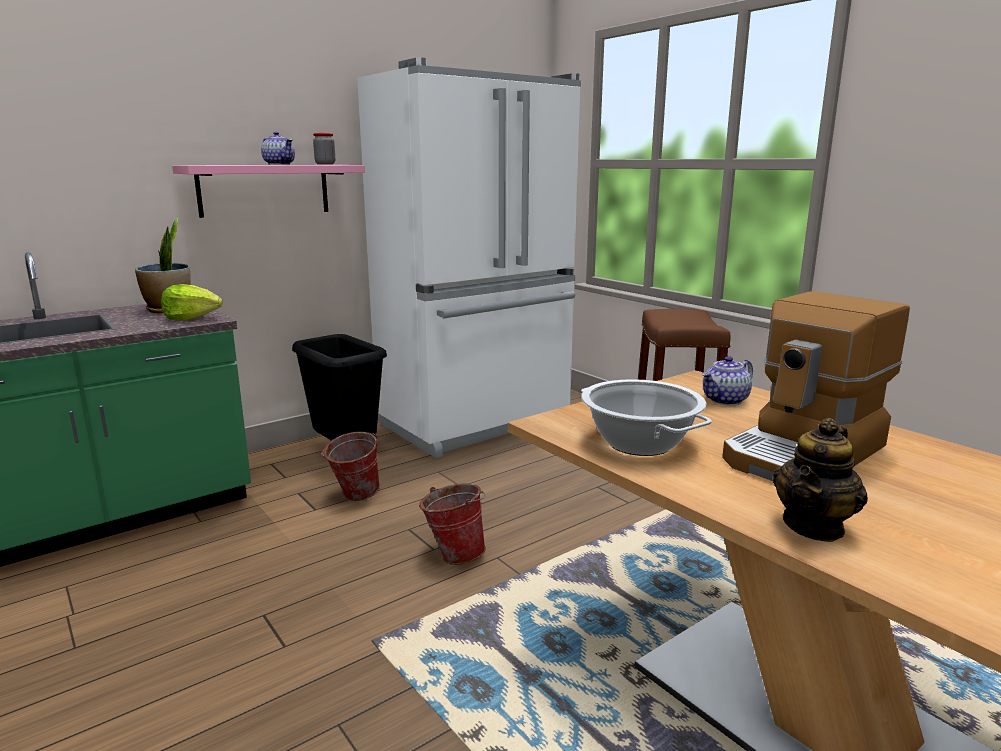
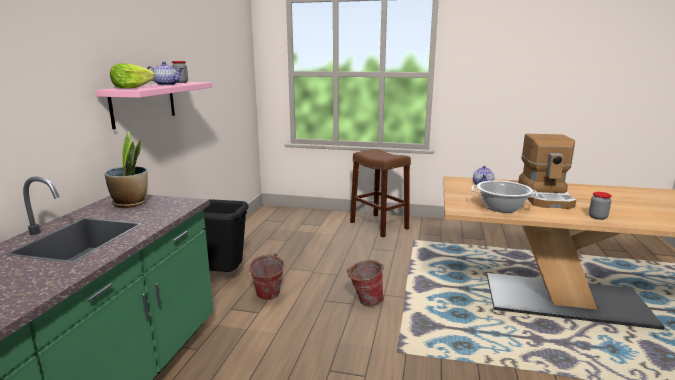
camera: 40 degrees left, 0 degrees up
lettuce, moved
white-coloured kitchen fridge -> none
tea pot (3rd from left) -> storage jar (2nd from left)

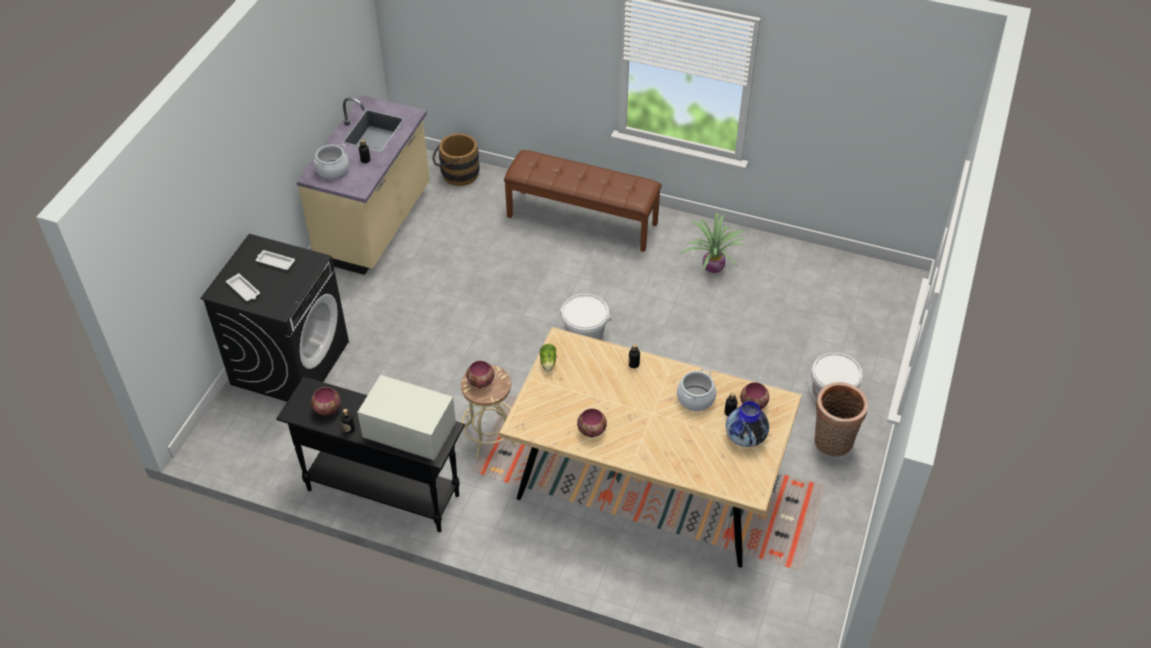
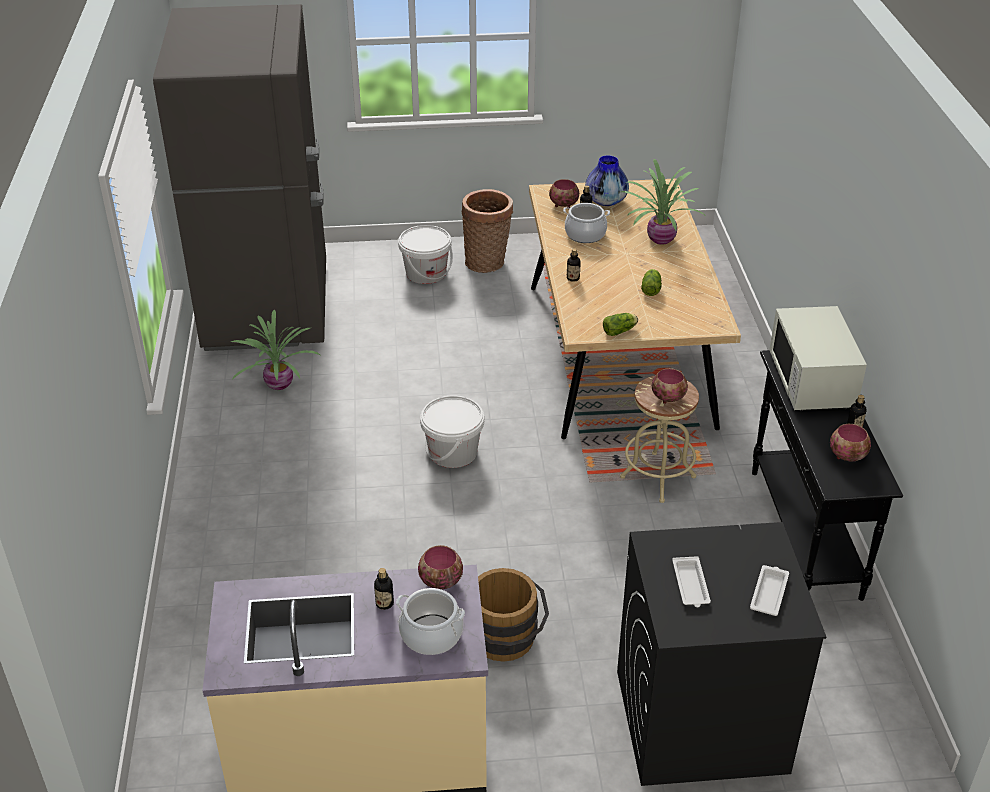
camera: 115 degrees left, 10 degrees down
brown-coloured bucket, moved
brown-coloured bench -> none
serving bowl (3rd from left in the first image) -> serving bowl (1st from left), moved
none -> gray kitchen fridge
none -> plant in a pot (2nd from left)
none -> lettuce (2nd from left)

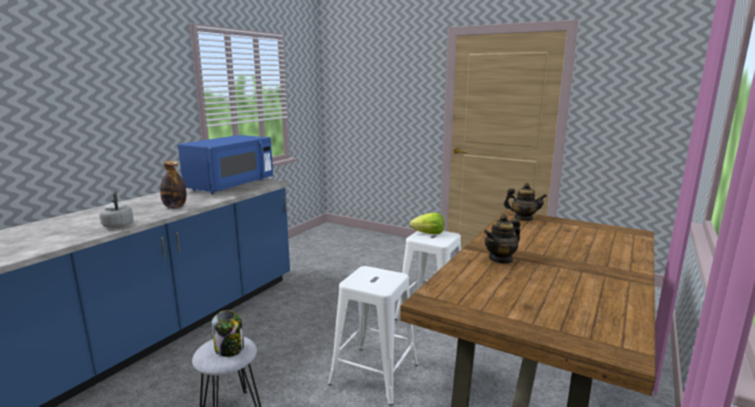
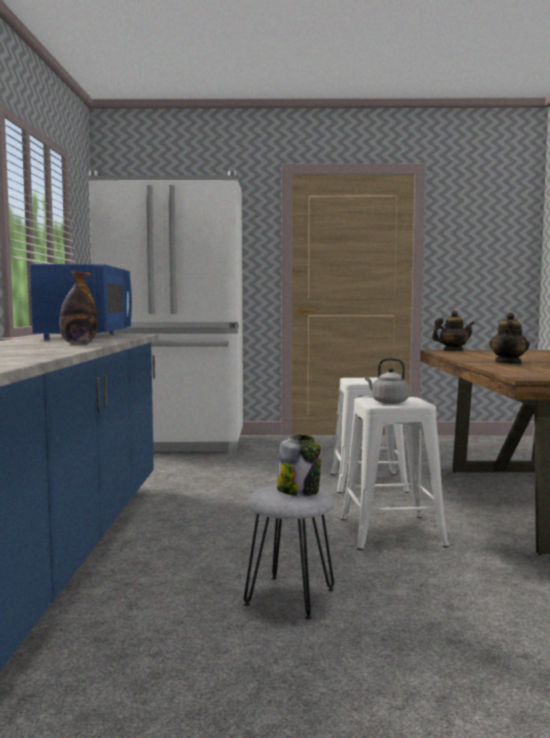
camera: 30 degrees left, 10 degrees down
gray kettle, moved
lettuce -> none
none -> white-coloured kitchen fridge

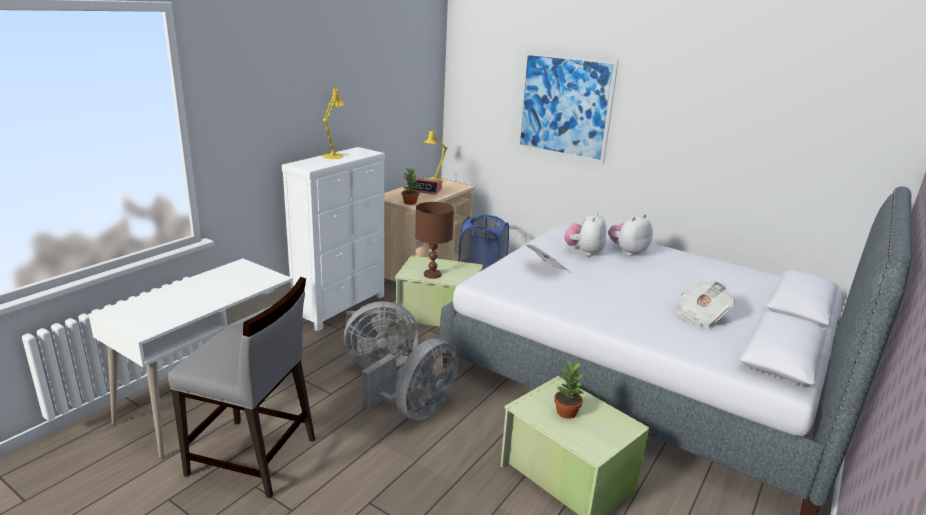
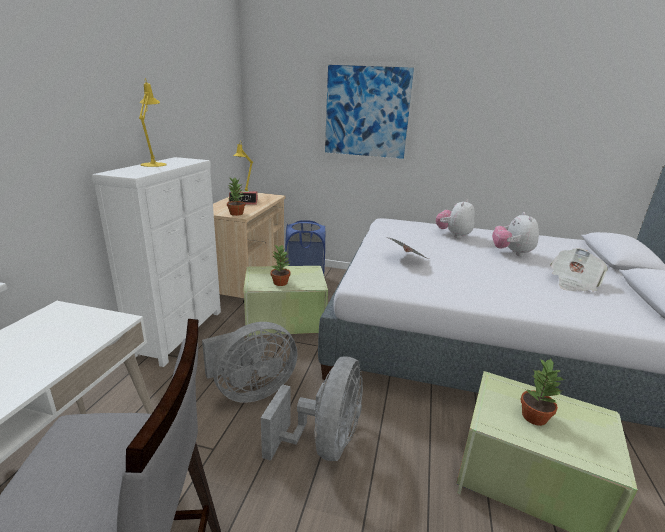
camera: 20 degrees left, 0 degrees up
brown-coloured lamp for a table -> plant in a pot (2nd from left)
soft toy (1st from left in the first image) -> soft toy (2nd from left), moved

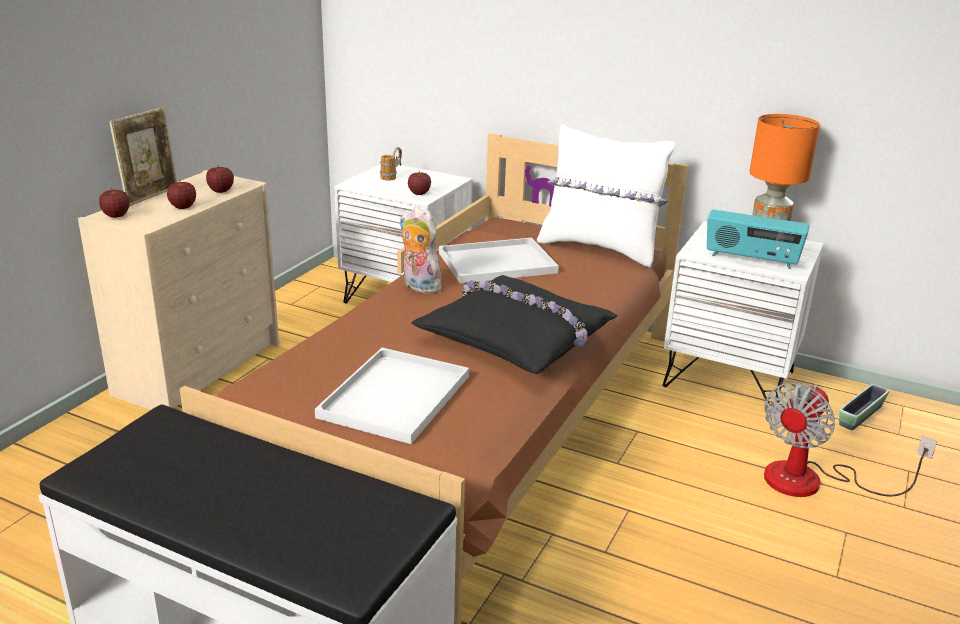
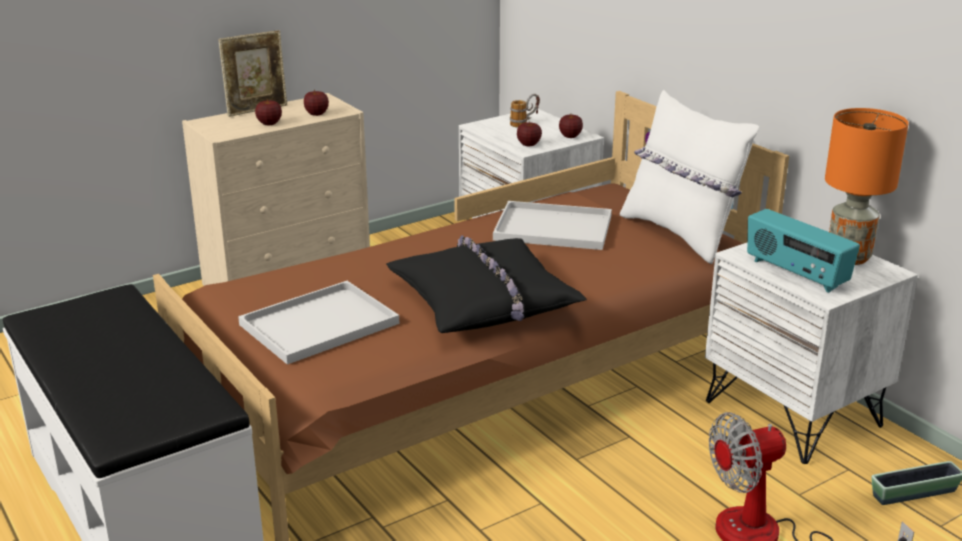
camera: 30 degrees right, 0 degrees up
apple fruit (1st from left in the first image) -> apple fruit (4th from left), moved
soft toy -> none

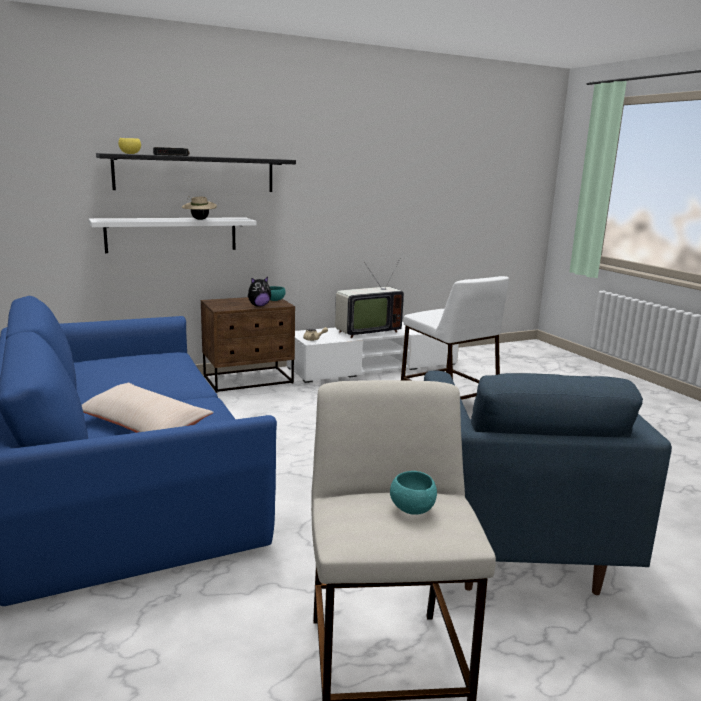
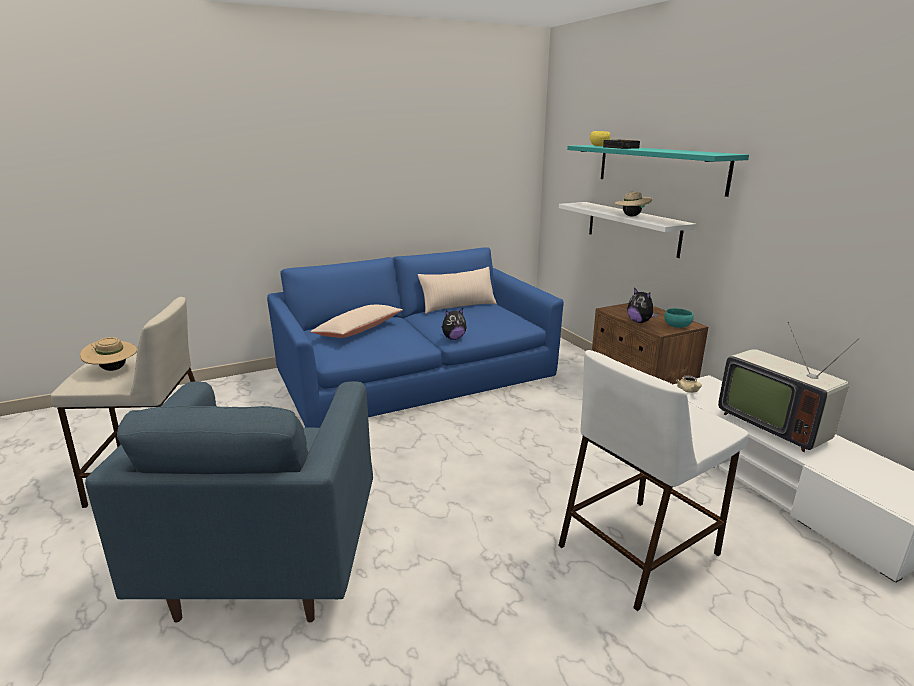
camera: 90 degrees right, 5 degrees up
black-coloured wall shelf -> blue-green wall shelf
blue-green serving bowl (2nd from left) -> sand-coloured clothing hat (1st from left)
bluish armchair, 90 degrees counterclockwise
none -> sand-coloured throw pillow (2nd from left)
none -> soft toy (1st from left)

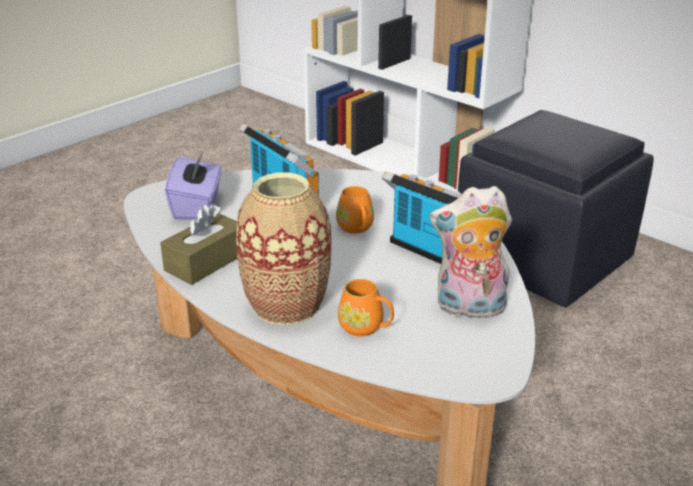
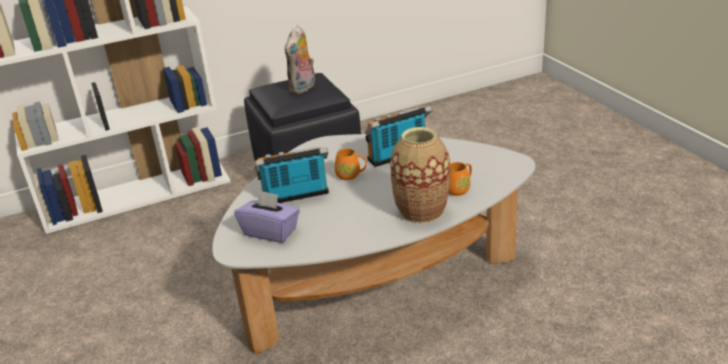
camera: 65 degrees left, 0 degrees up
brown-coloured tissue holder -> none
soft toy, moved

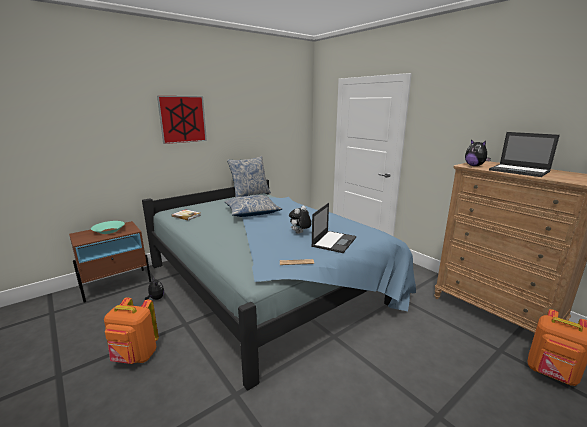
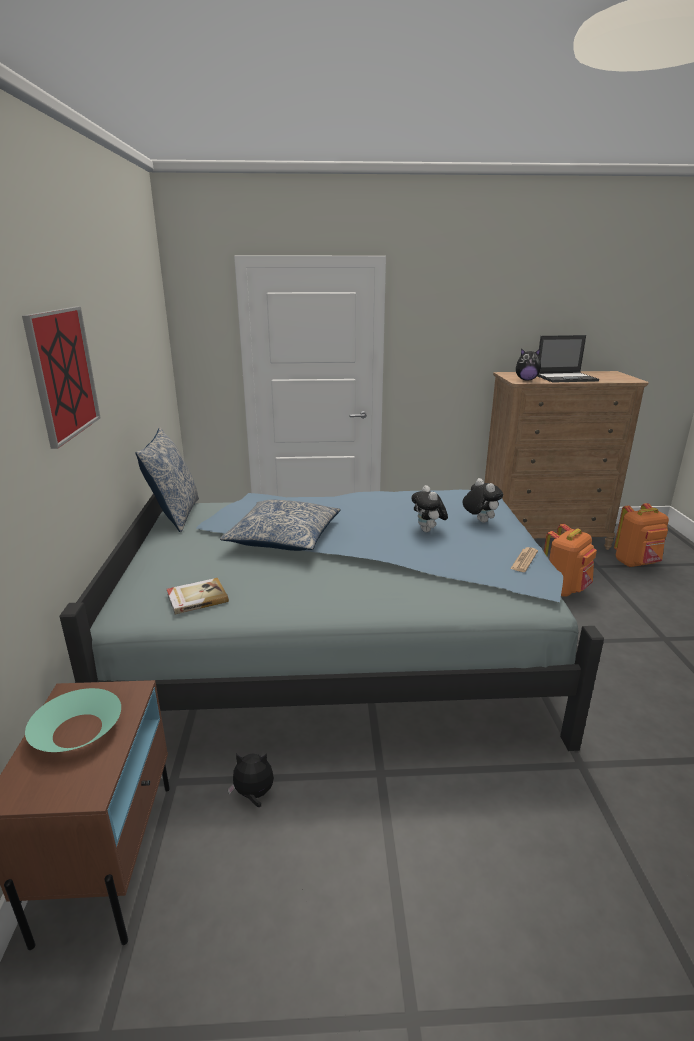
camera: 55 degrees left, 5 degrees up
orange-coloured rucksack (1st from left), moved
notebook computer (1st from left) -> soft toy (3rd from left)

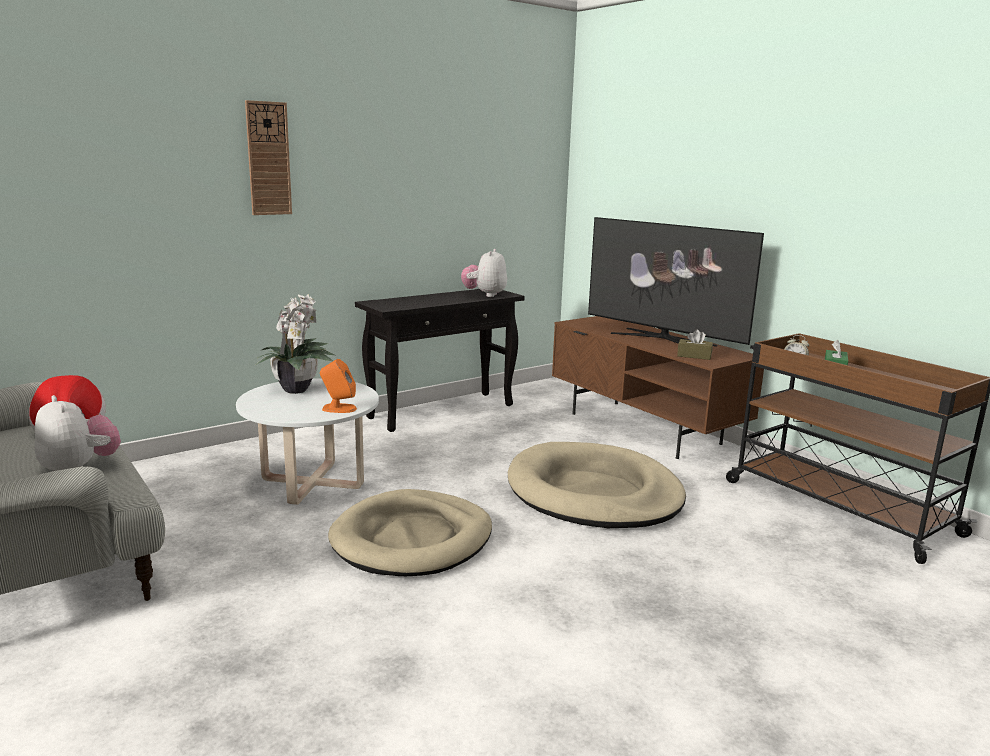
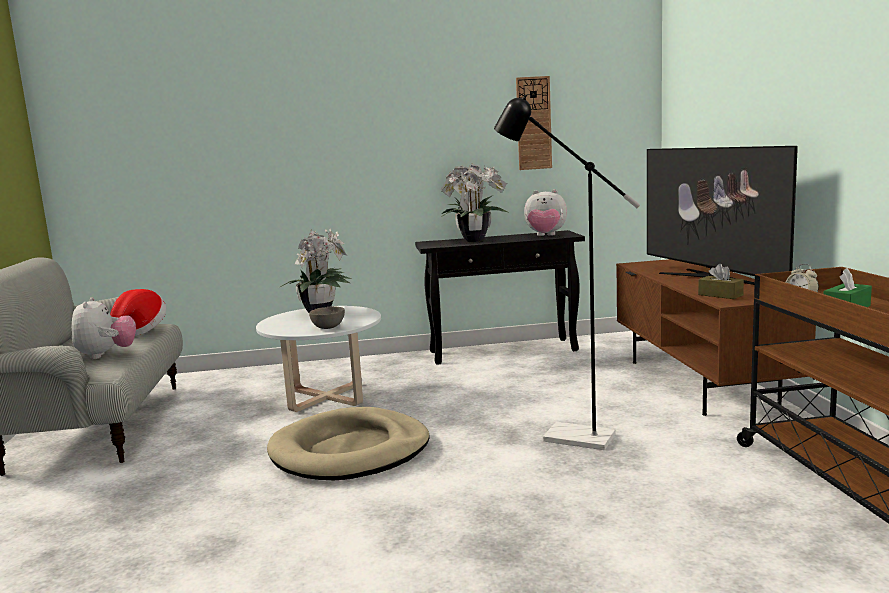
camera: 30 degrees right, 5 degrees down
hanging clock, moved
orange-coloured loudspeaker -> gray serving bowl
soft toy (2nd from left), 120 degrees counterclockwise
sand-coloured dog bed (2nd from left) -> black-coloured standard lamp
none -> plant in a pot (2nd from left)

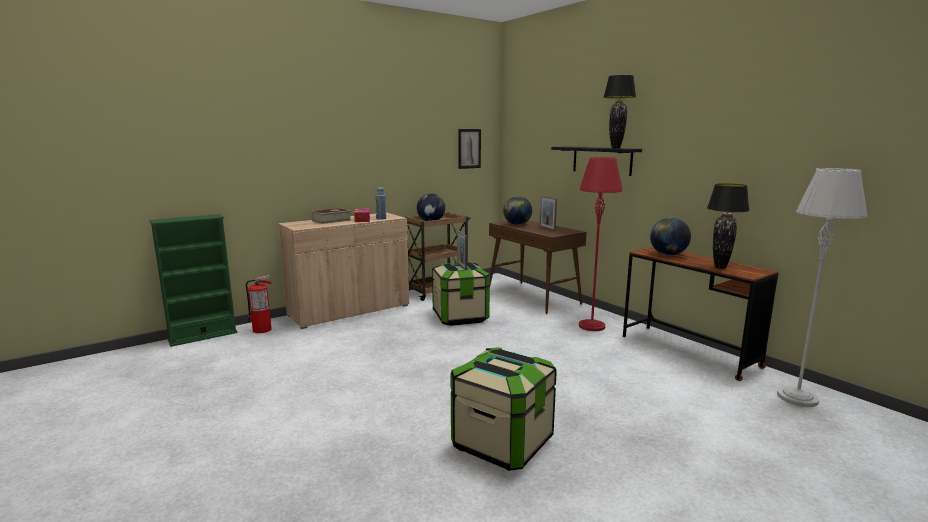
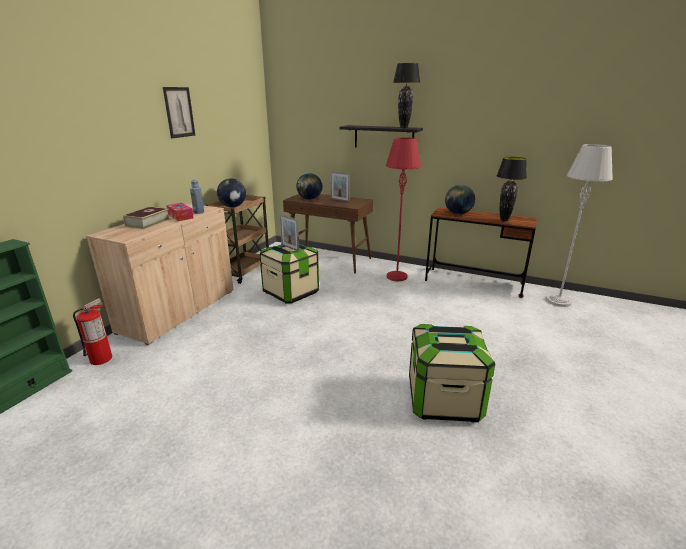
camera: 30 degrees left, 10 degrees up
picture, moved

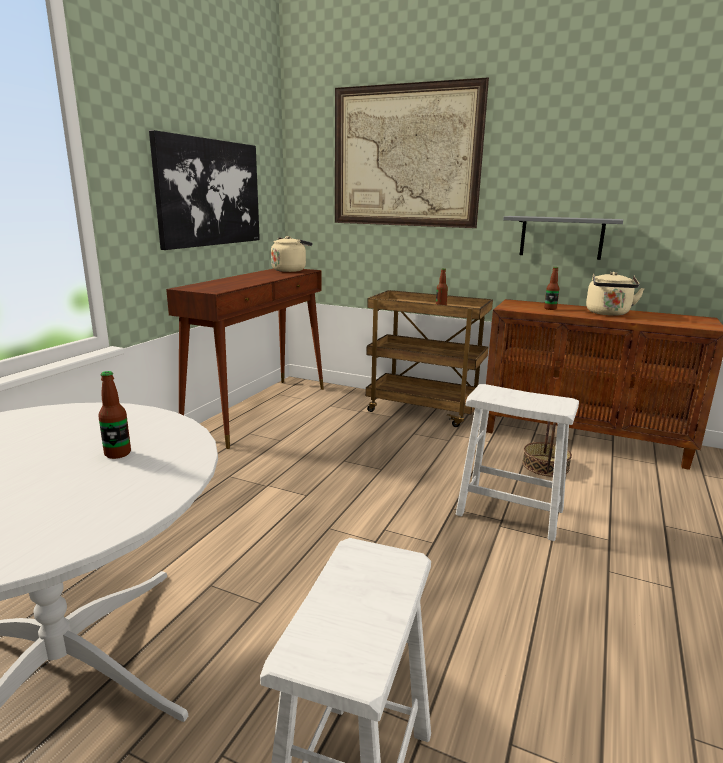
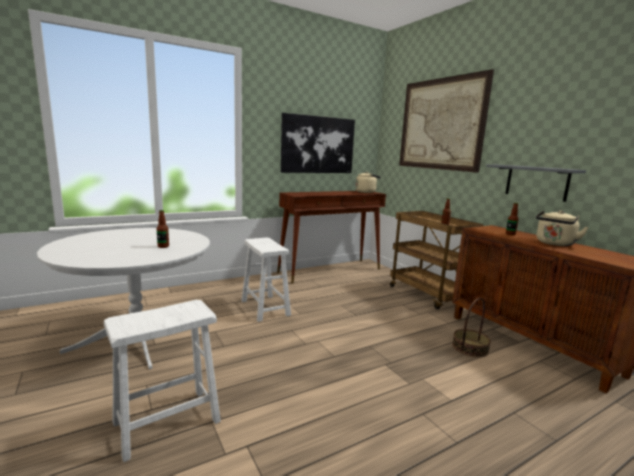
camera: 35 degrees right, 5 degrees down
white-coloured sitting stool (2nd from left), moved

